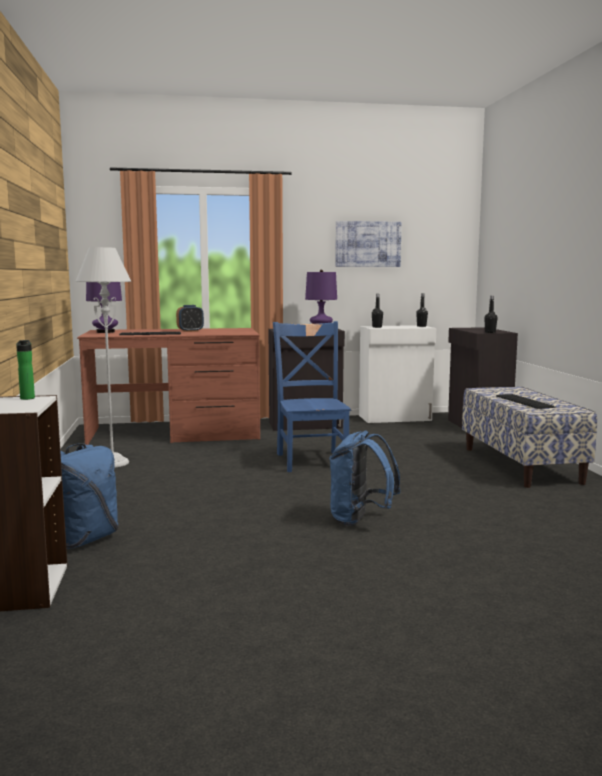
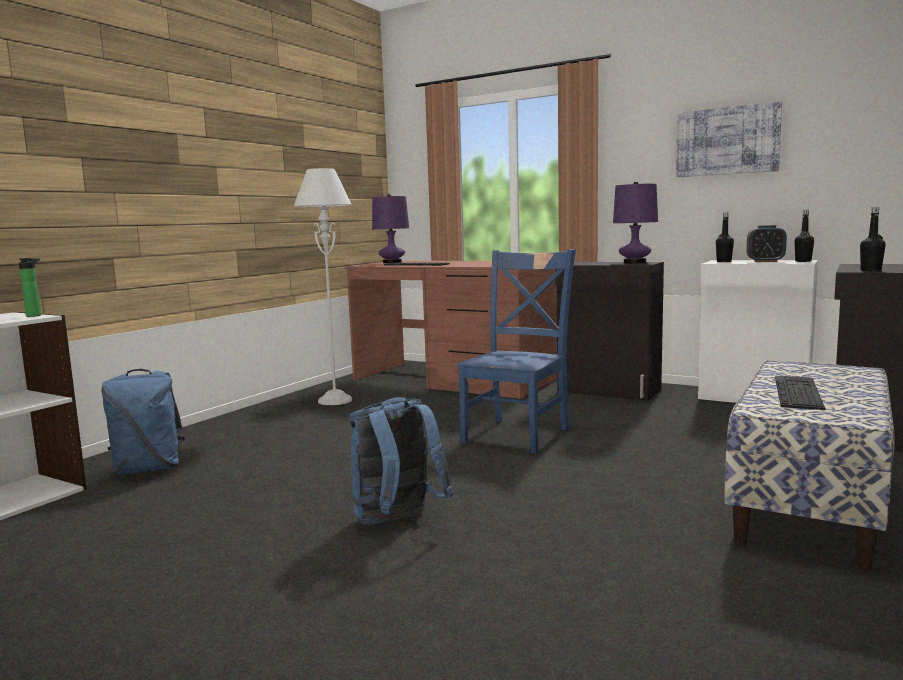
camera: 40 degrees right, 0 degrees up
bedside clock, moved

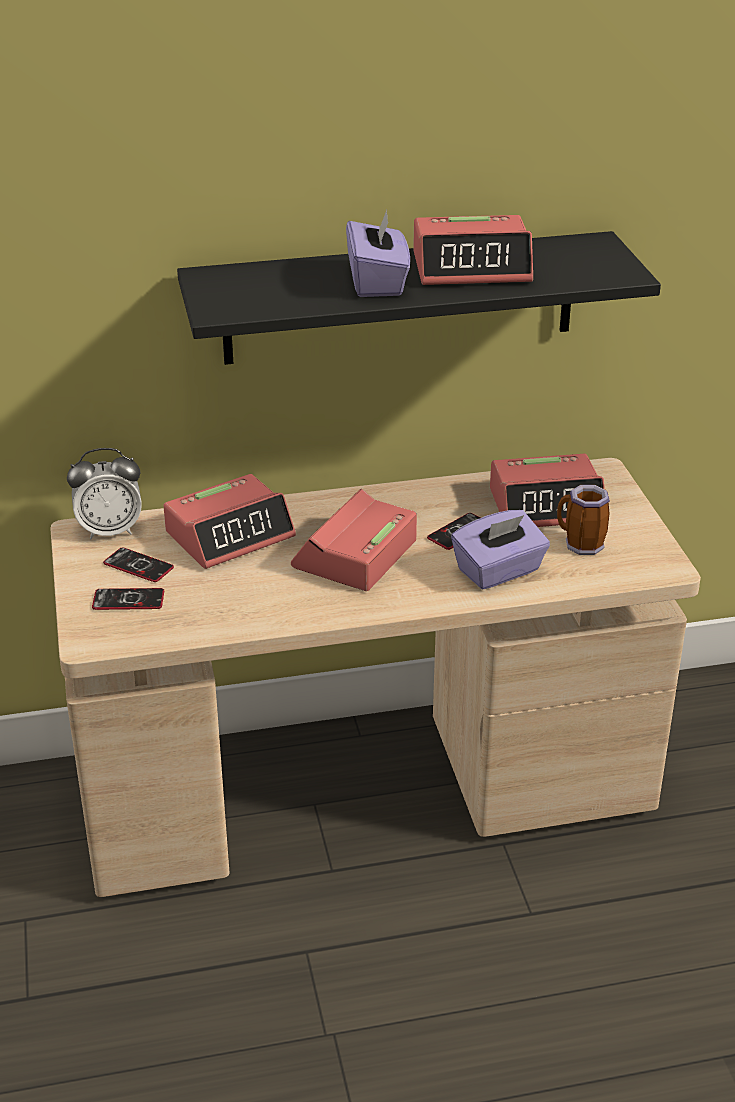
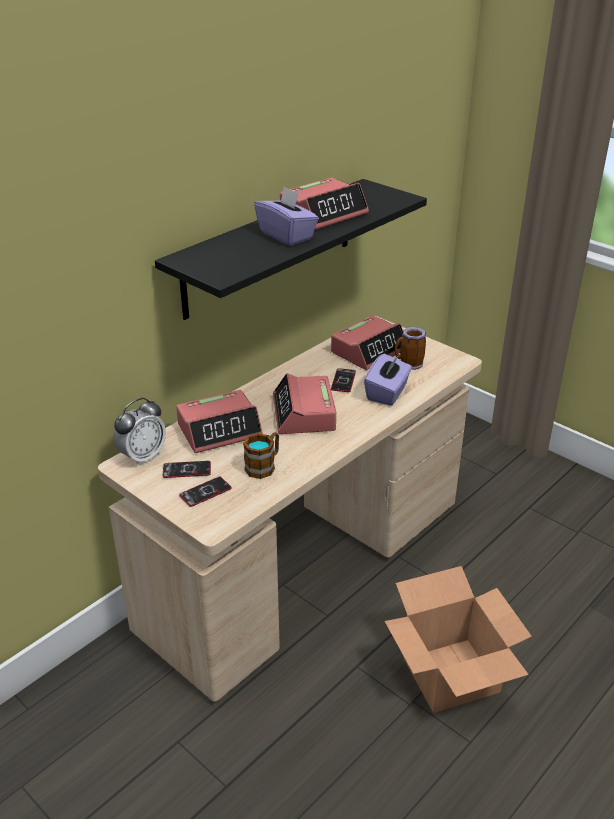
camera: 35 degrees left, 0 degrees up
bedside clock (2nd from left), 45 degrees clockwise
none -> tea mug (1st from left)
none -> carton

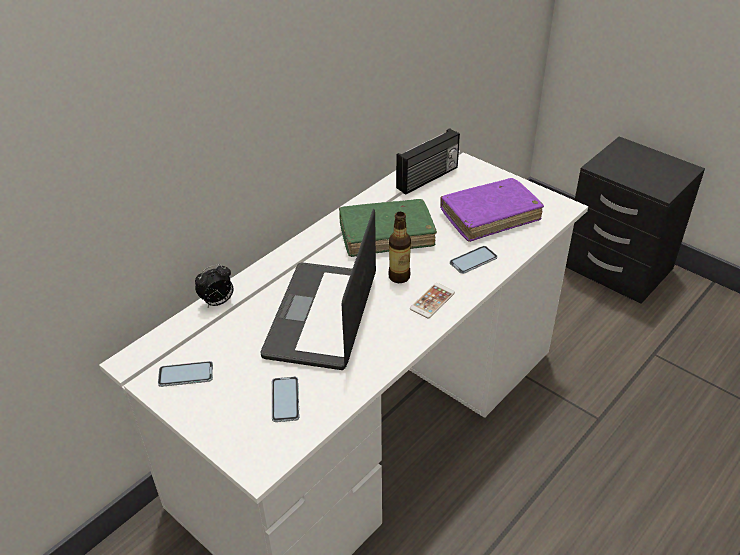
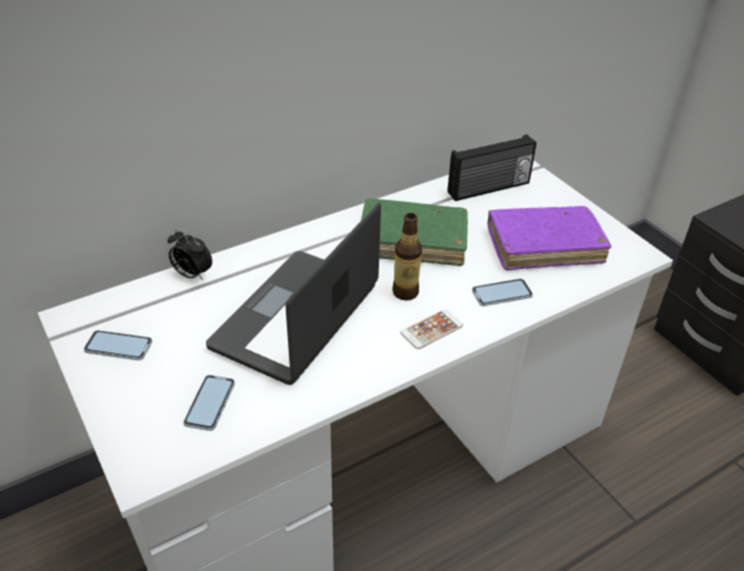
camera: 15 degrees right, 0 degrees up
bedside clock, 45 degrees clockwise

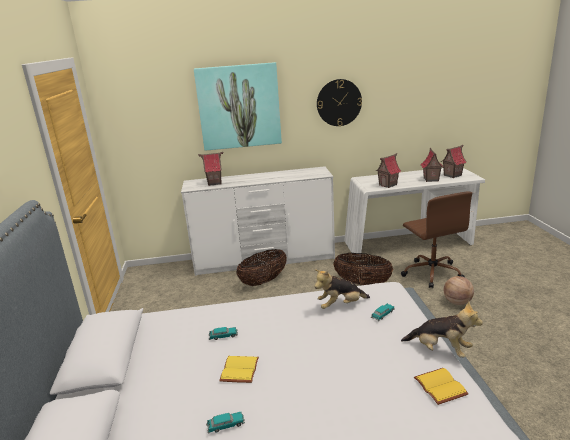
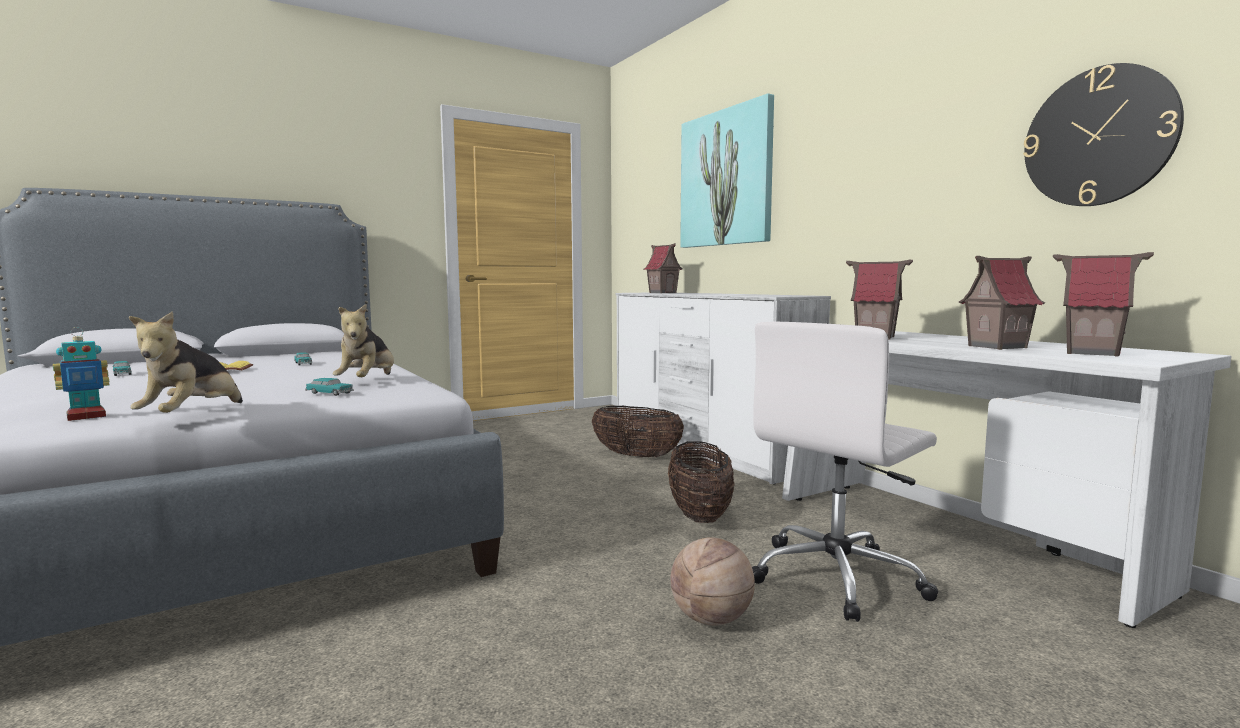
camera: 65 degrees right, 15 degrees down
soft toy (1st from left in the first image) -> soft toy (2nd from left), 135 degrees counterclockwise
hanging clock, moved
brown-coloured desk chair -> white-coloured desk chair
yellow-coloured book (2nd from left) -> toy robot

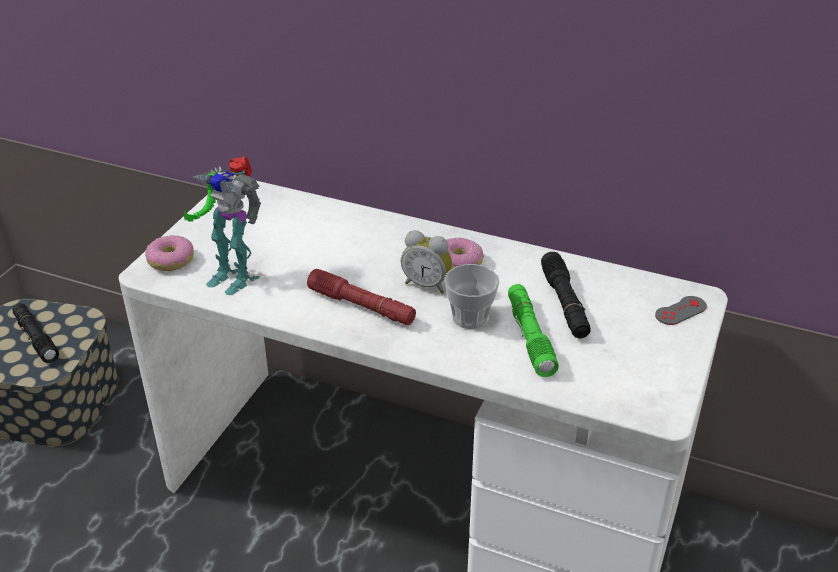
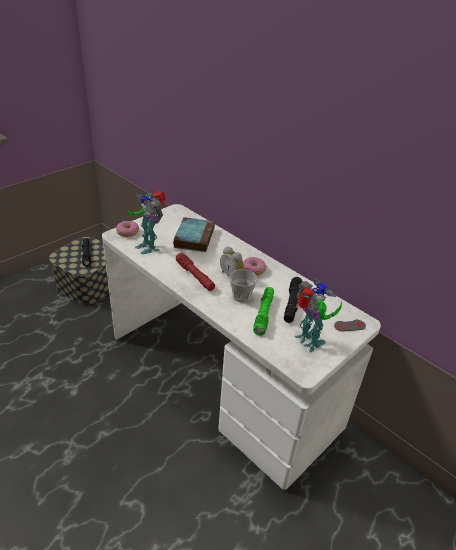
camera: 20 degrees right, 0 degrees up
none -> book
none -> toy robot (2nd from left)

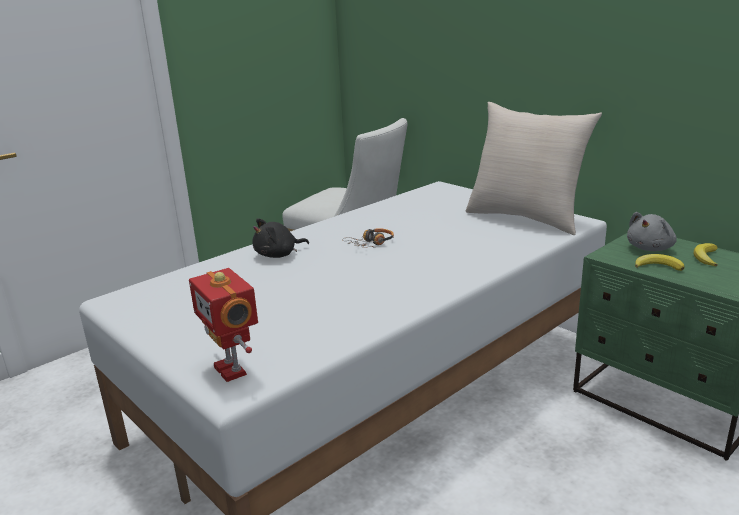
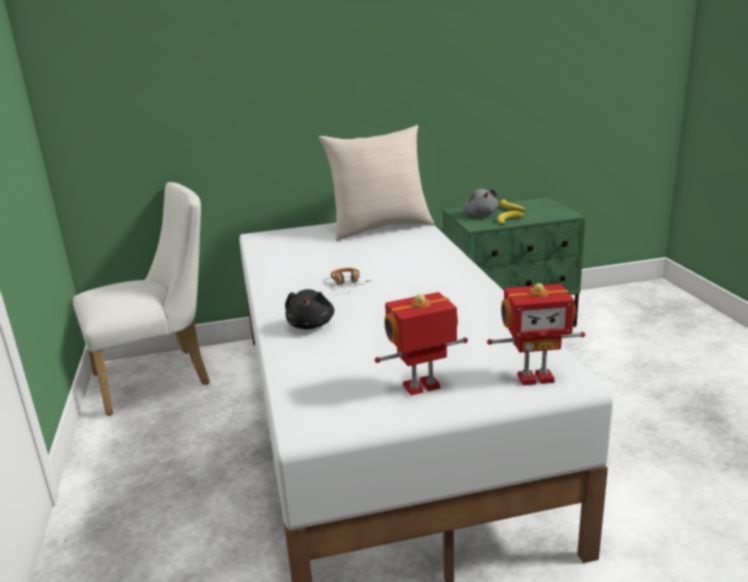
camera: 60 degrees left, 0 degrees up
none -> toy robot (1st from left)

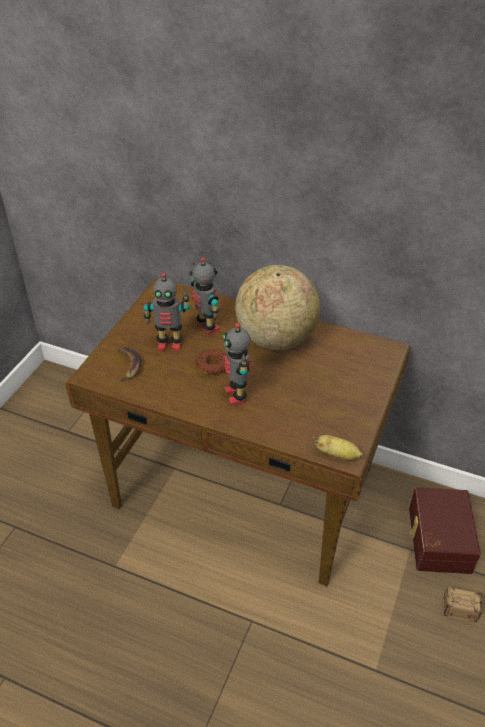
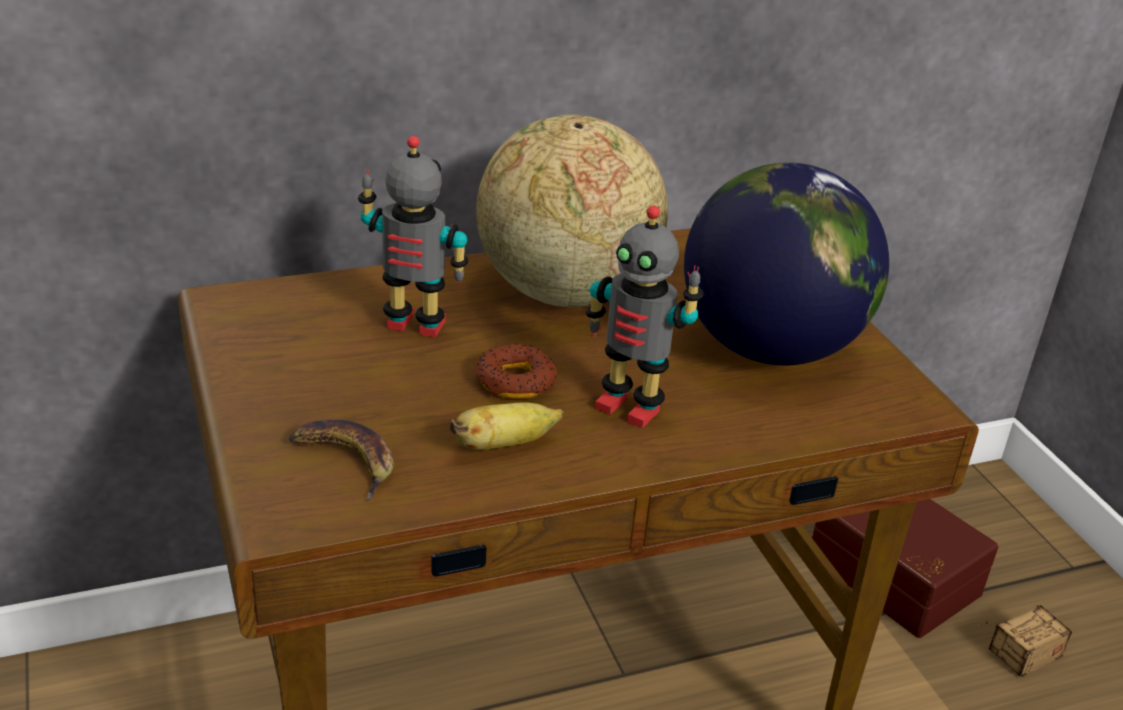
camera: 45 degrees left, 10 degrees down
toy robot (1st from left) -> none
banana (2nd from left), moved
none -> world globe (2nd from left)

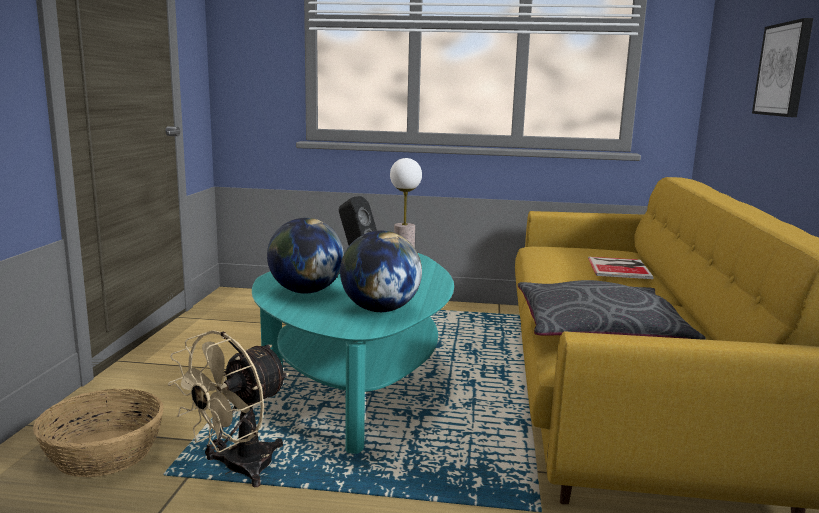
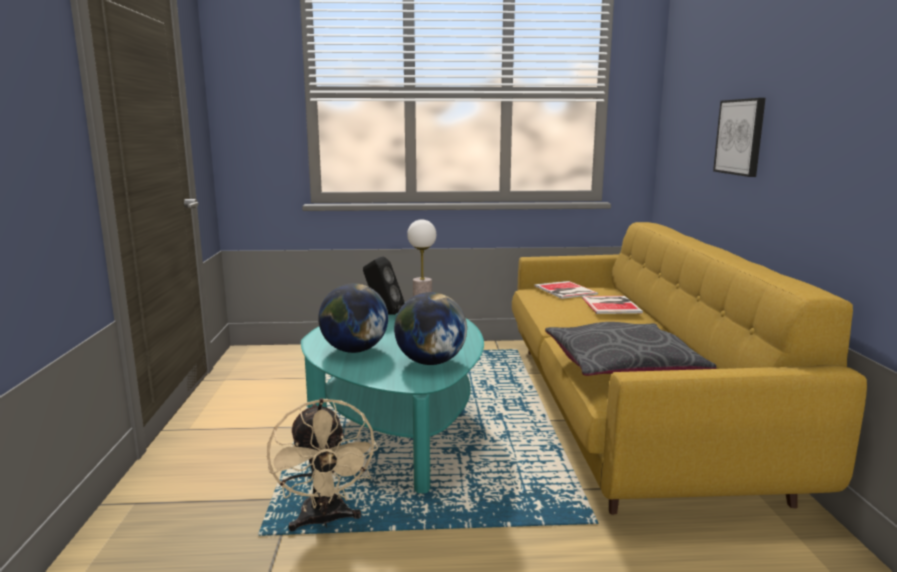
camera: 10 degrees left, 0 degrees up
basket -> none
sand-coloured fan, 45 degrees counterclockwise
none -> book (1st from left)

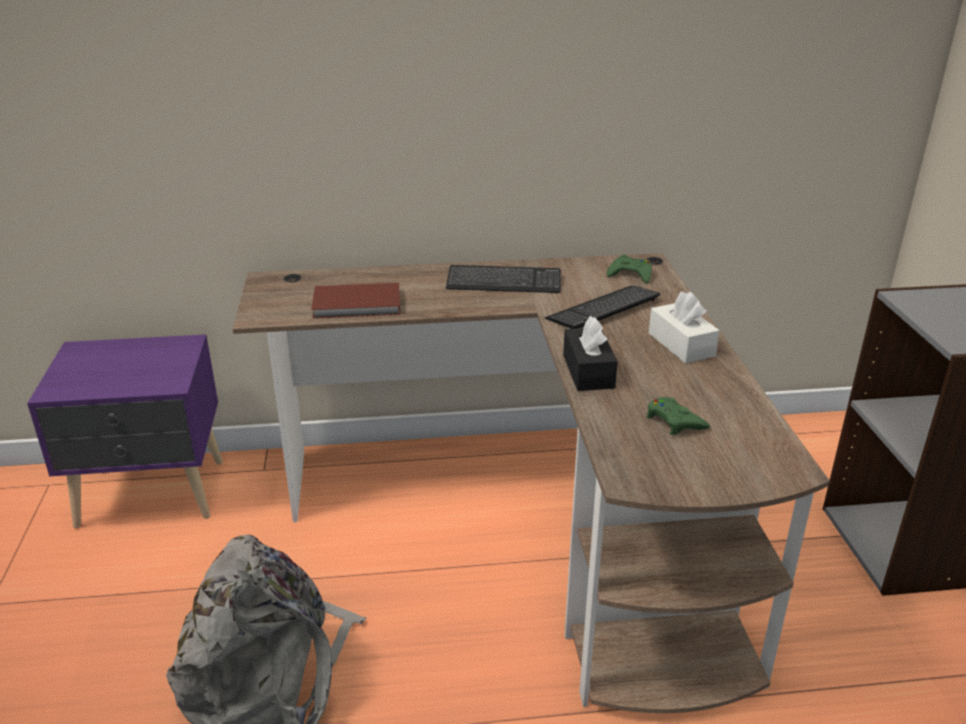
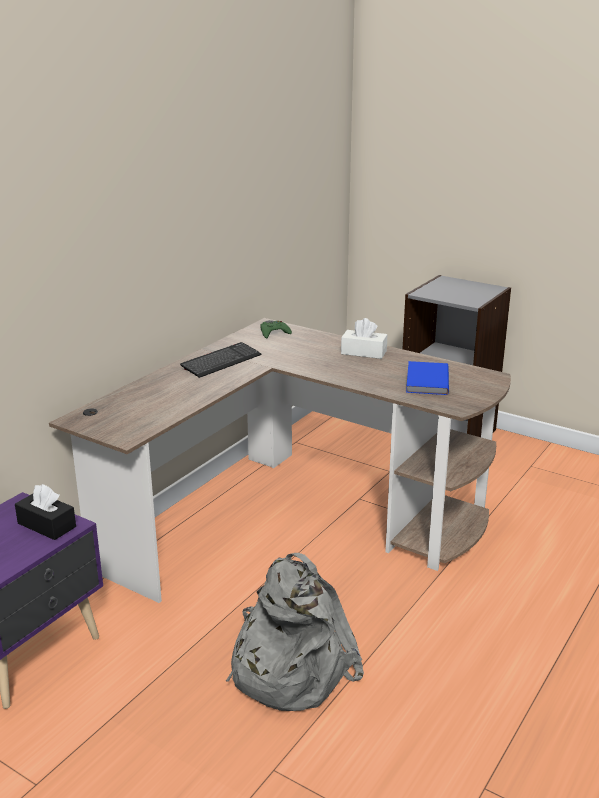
camera: 50 degrees left, 5 degrees down
brown-coloured book -> none
computer keyboard (2nd from left) -> none
black-coloured tissue holder, moved
green gamepad (2nd from left) -> bluish book

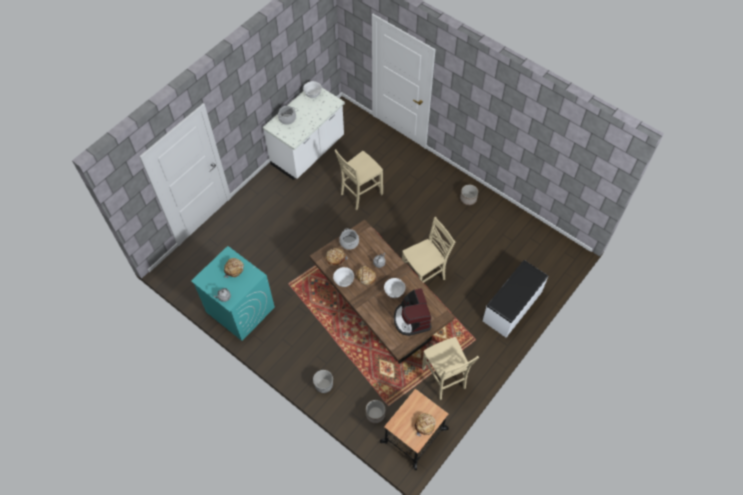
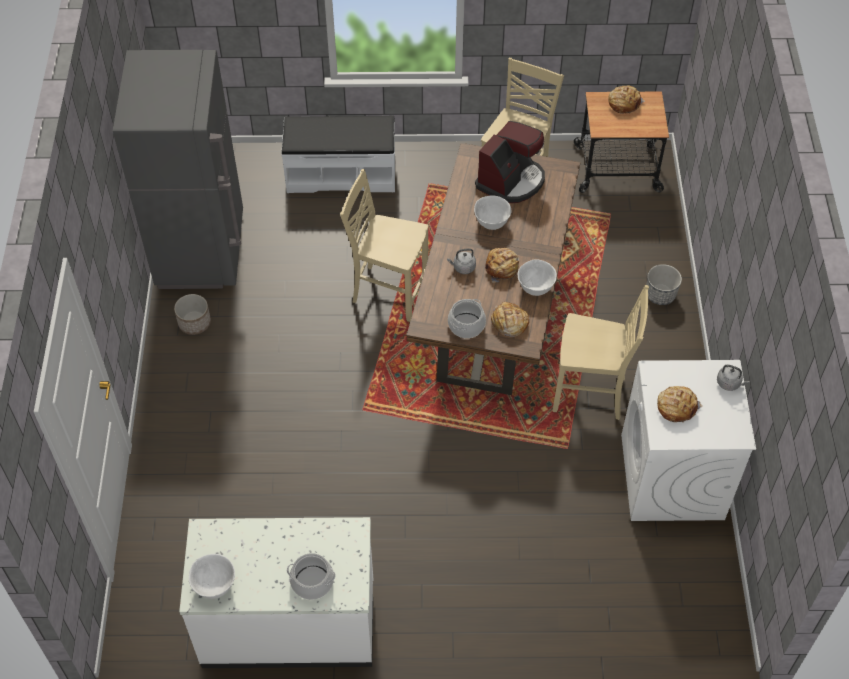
camera: 130 degrees left, 5 degrees down
blue-green laundry machine -> white-coloured laundry machine
sand-coloured upright chair (1st from left in the first image) -> sand-coloured upright chair (3rd from left), moved
flower pot (2nd from left) -> none
none -> gray kitchen fridge

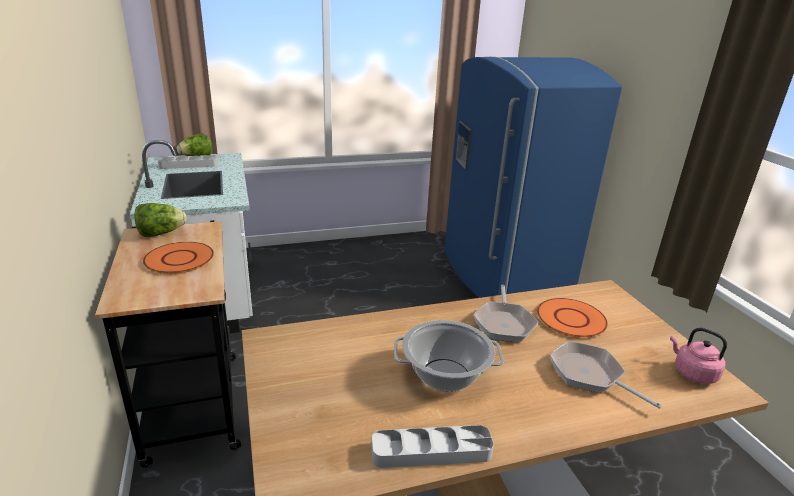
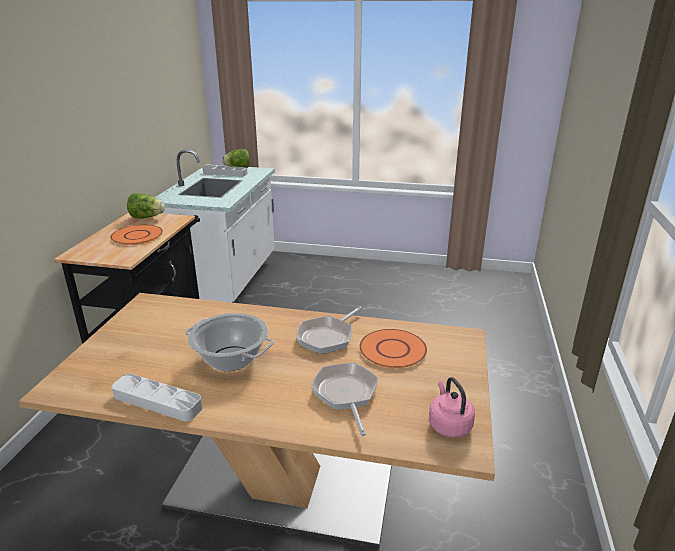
camera: 30 degrees right, 0 degrees up
bluish kitchen fridge -> none

